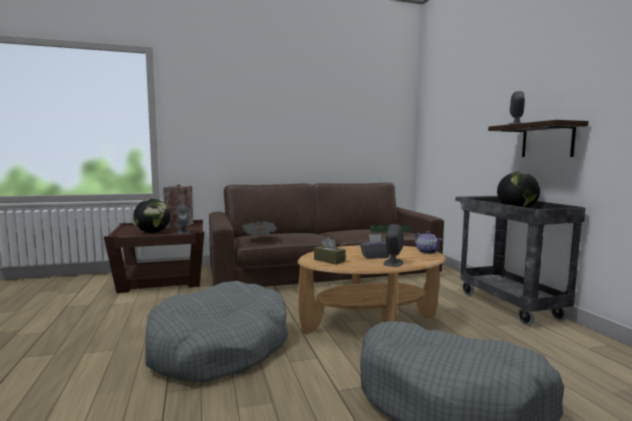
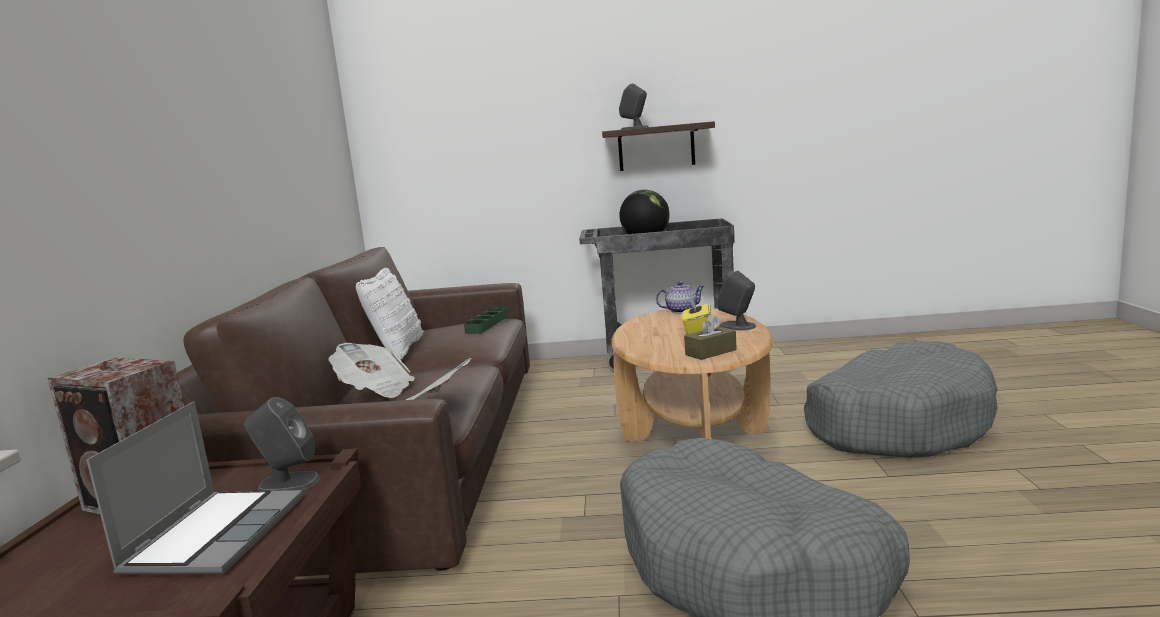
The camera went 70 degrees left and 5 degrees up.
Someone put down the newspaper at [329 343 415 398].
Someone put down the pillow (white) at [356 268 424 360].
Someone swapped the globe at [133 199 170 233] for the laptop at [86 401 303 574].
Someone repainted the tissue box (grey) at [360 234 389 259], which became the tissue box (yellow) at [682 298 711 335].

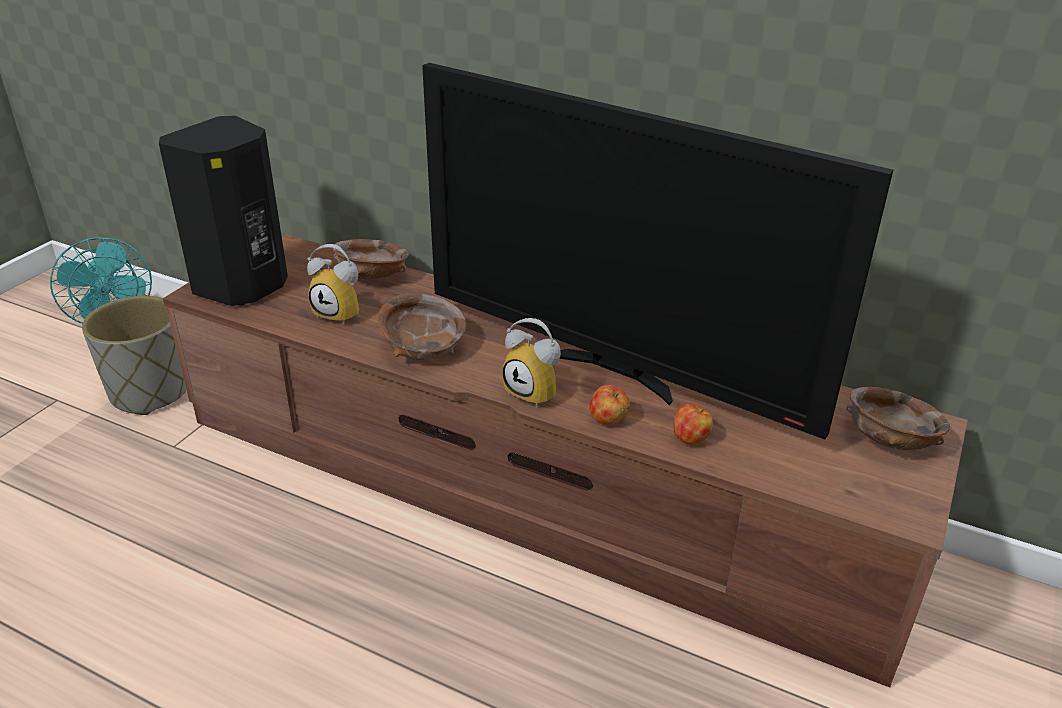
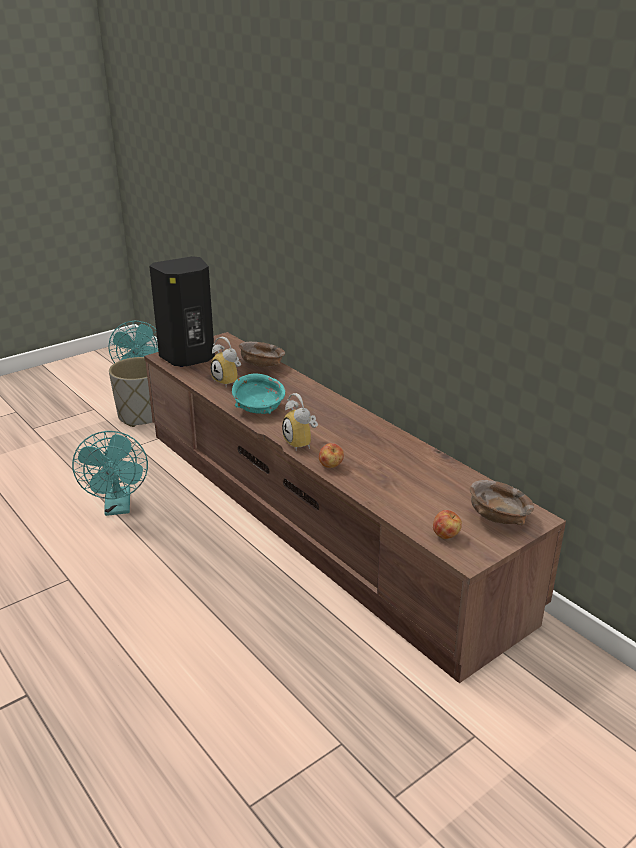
The camera went 25 degrees right and 5 degrees down.
Someone took away the television at [422 63 893 440].
Someone put down the fan (turquoise) at [72 431 148 516].
Someone carried the apple from [673 403 713 445] to [433 510 462 539].
Someone repainted the bowl (brown) at [378 293 466 360], which became the bowl (turquoise) at [232 374 285 414].

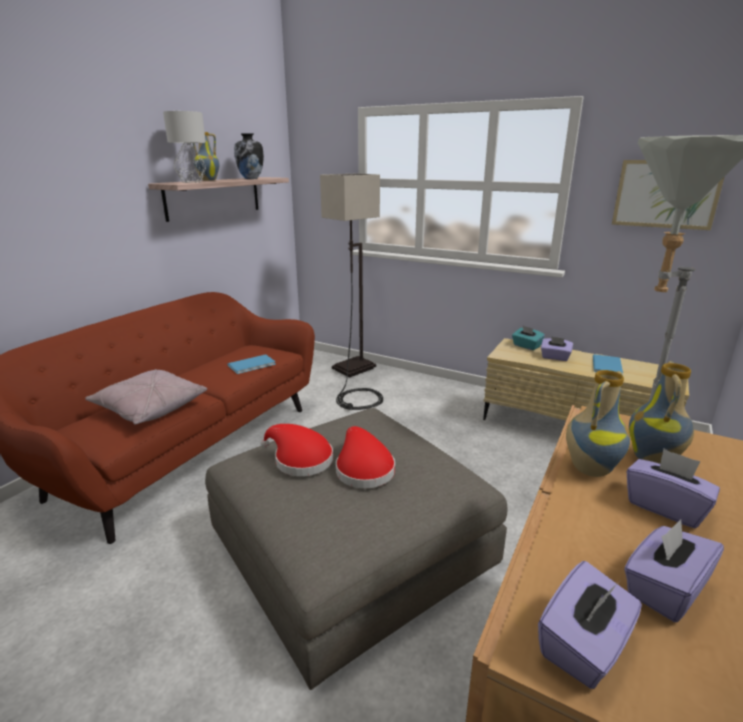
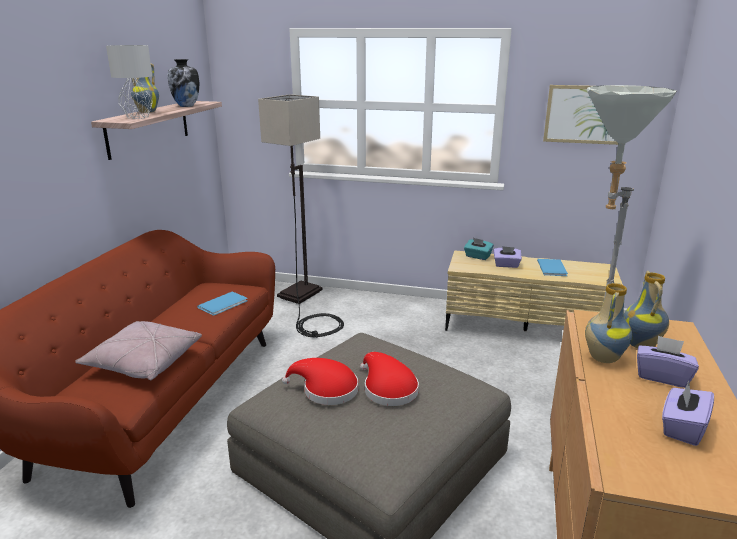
The camera went 15 degrees left and 0 degrees up.
Someone took away the tissue box (purple) at [538 561 642 689].

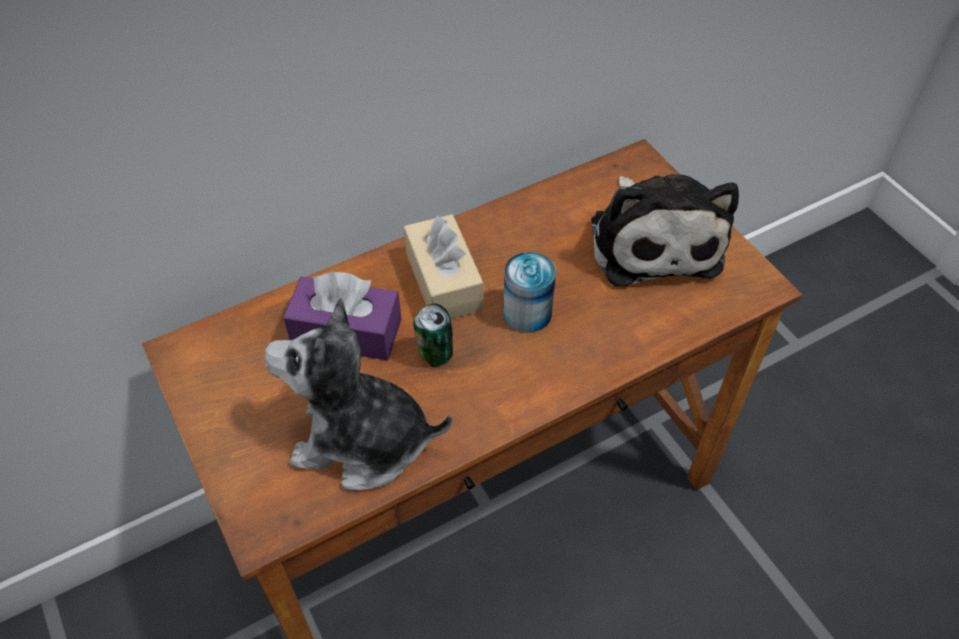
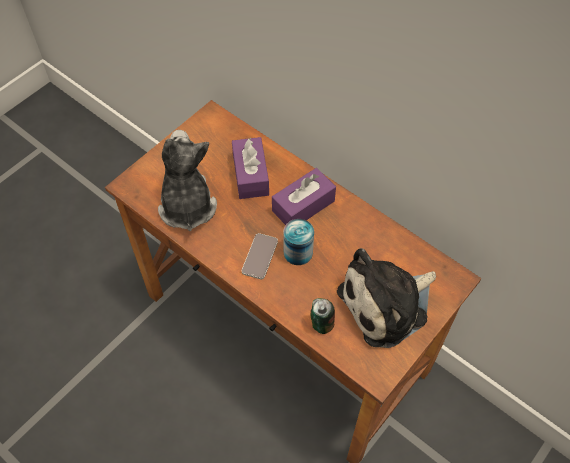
The camera went 70 degrees right and 5 degrees up.
Someone put down the phone at [242 233 278 279].
Someone carried the can from [413 303 453 367] to [311 298 335 334].
Someone repainted the tissue box (beige) at [404 214 484 319], which became the tissue box (purple) at [272 168 336 225].

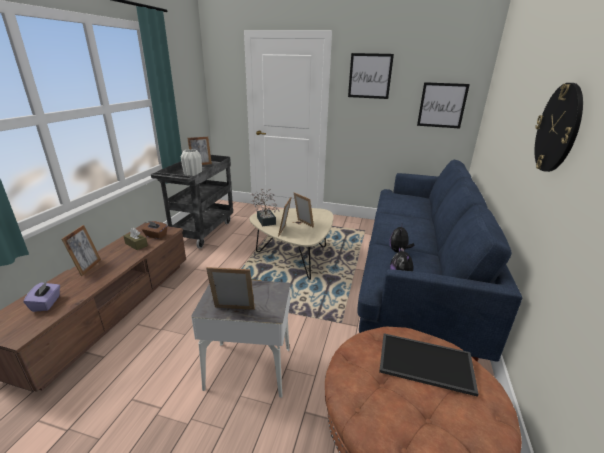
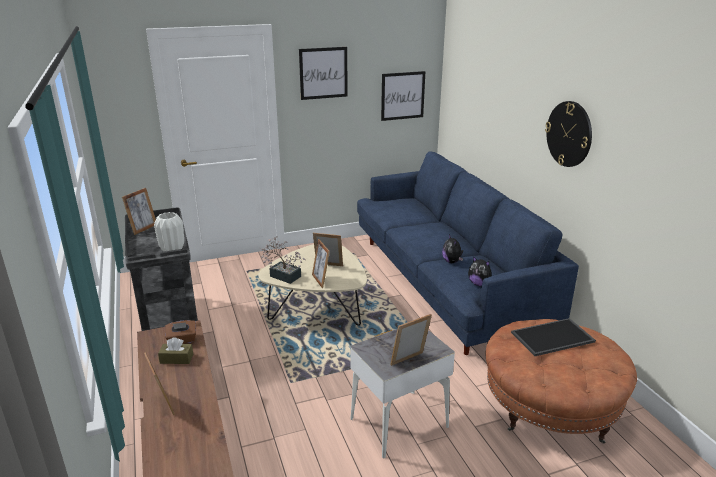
The camera went 35 degrees left and 0 degrees up.
Someone took away the tissue box (purple) at [24 281 60 312].

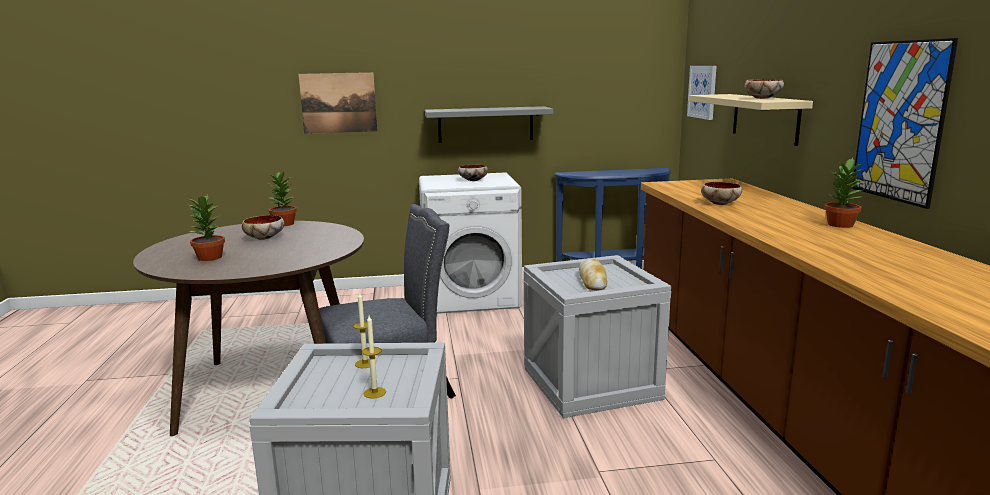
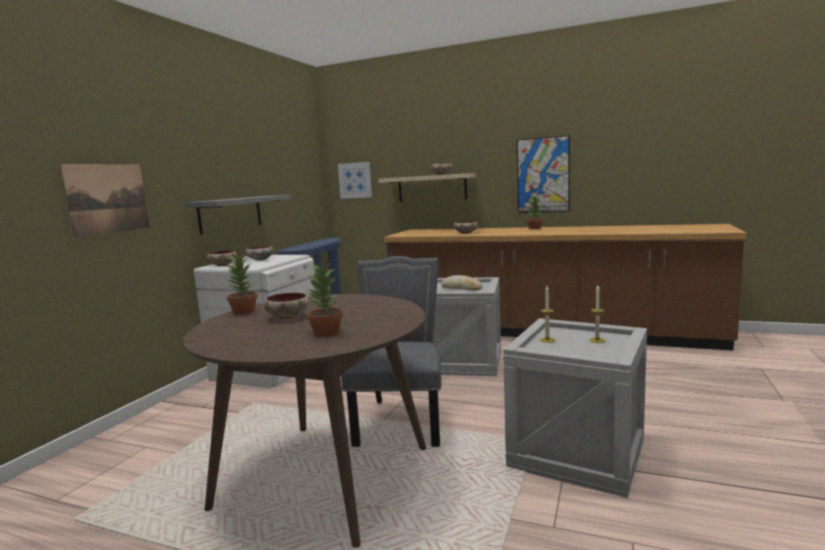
The camera went 60 degrees left and 5 degrees down.
Someone put down the bowl at [207 250 237 266].

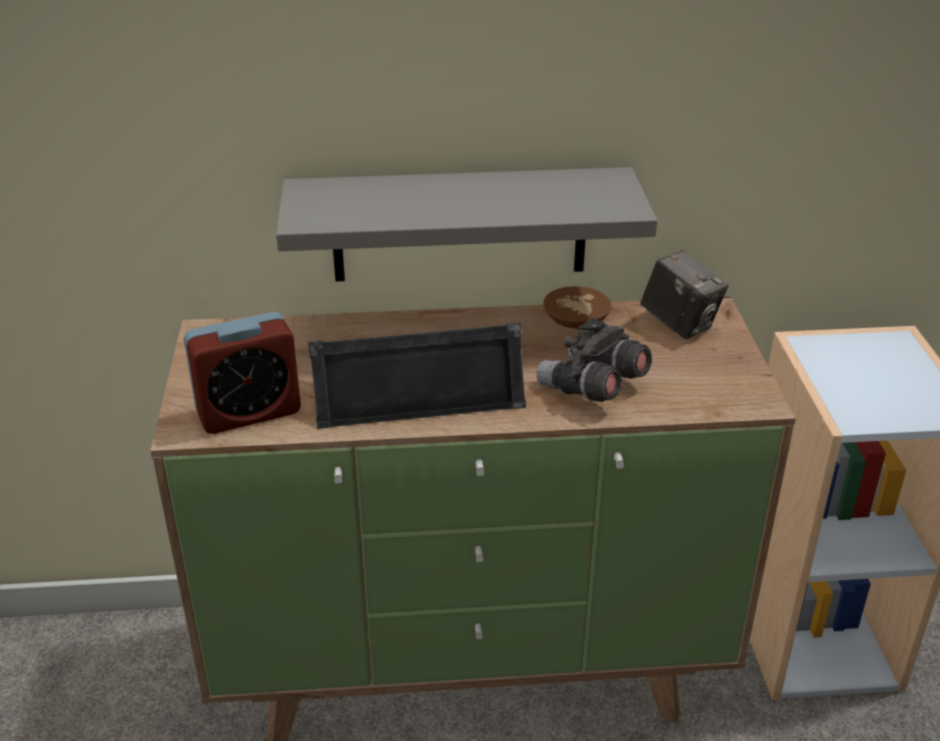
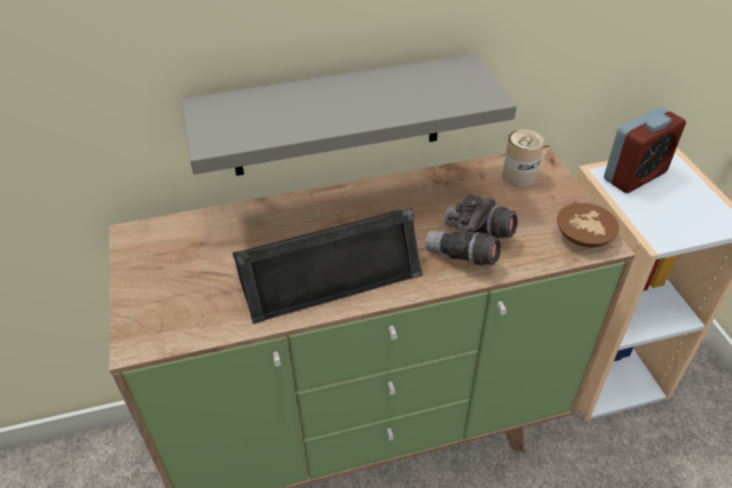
The camera went 10 degrees left and 10 degrees up.
Someone carried the alarm clock from [184 312 301 434] to [604 107 686 193].
Someone carried the bowl (brown) from [543 286 611 329] to [557 203 619 247].
Someone swapped the photo camera at [640 250 728 339] for the can at [502 129 544 187].

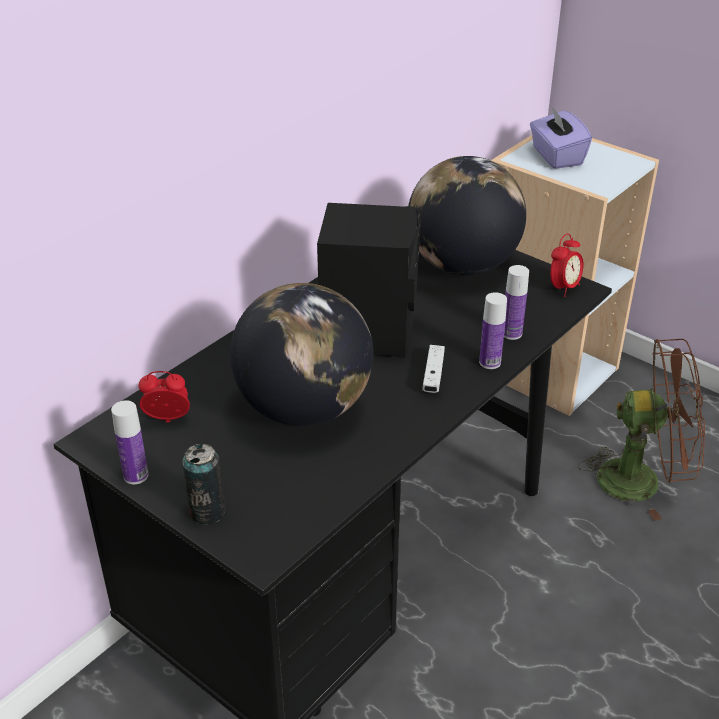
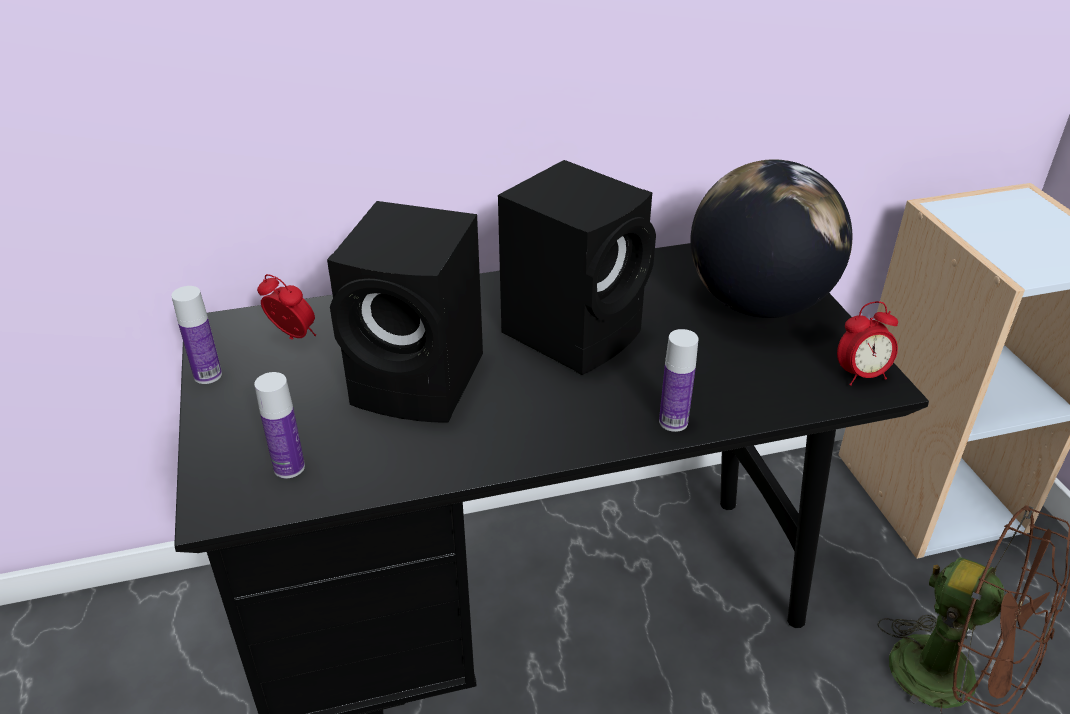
The camera went 35 degrees right and 0 degrees up.
Someone took away the can at [182 444 225 525].
Someone took away the game controller (white) at [422 345 445 393].
Someone took away the tissue box (purple) at [530 107 592 169].
Someone carried the bottle from [504 265 529 340] to [254 372 305 478].
Someone swapped the globe at [230 283 374 426] for the speaker (black) at [327 201 483 423].

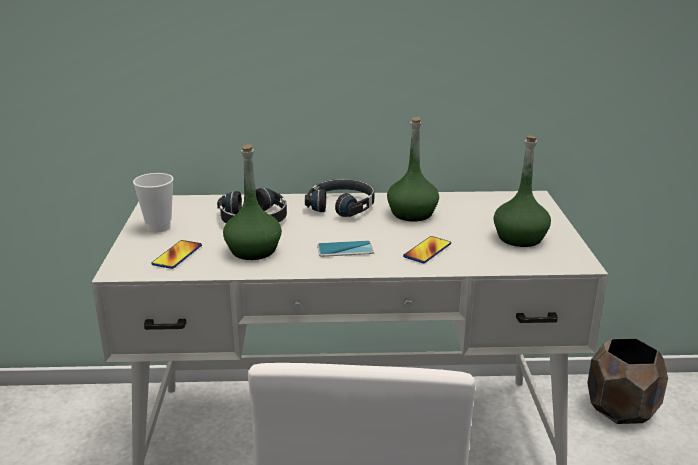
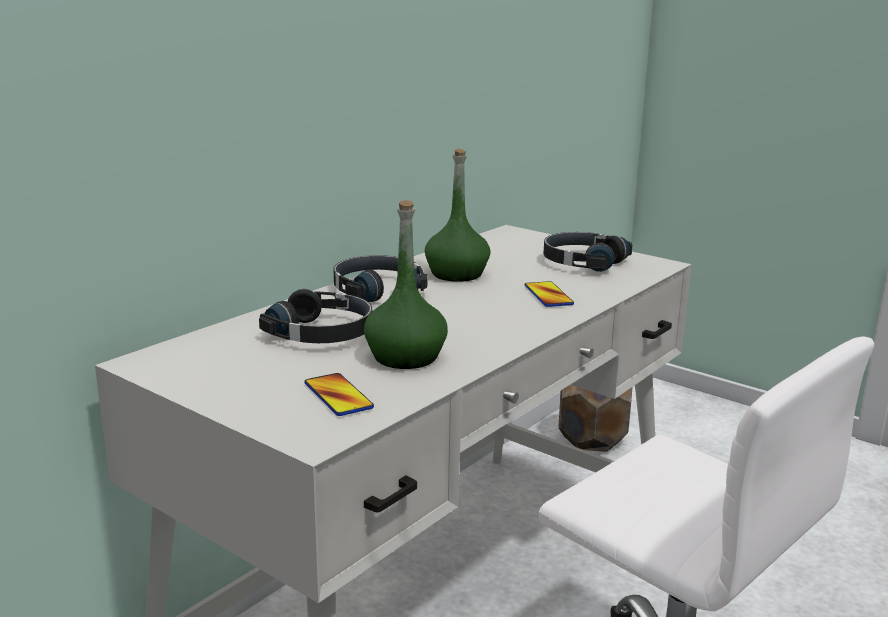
The camera went 50 degrees left and 5 degrees down.
Someone took away the cup at [133 173 174 232].
Someone took away the phone at [317 241 374 257].
Someone swapped the bottle (green) at [493 136 551 247] for the headphones (black) at [543 232 633 272].

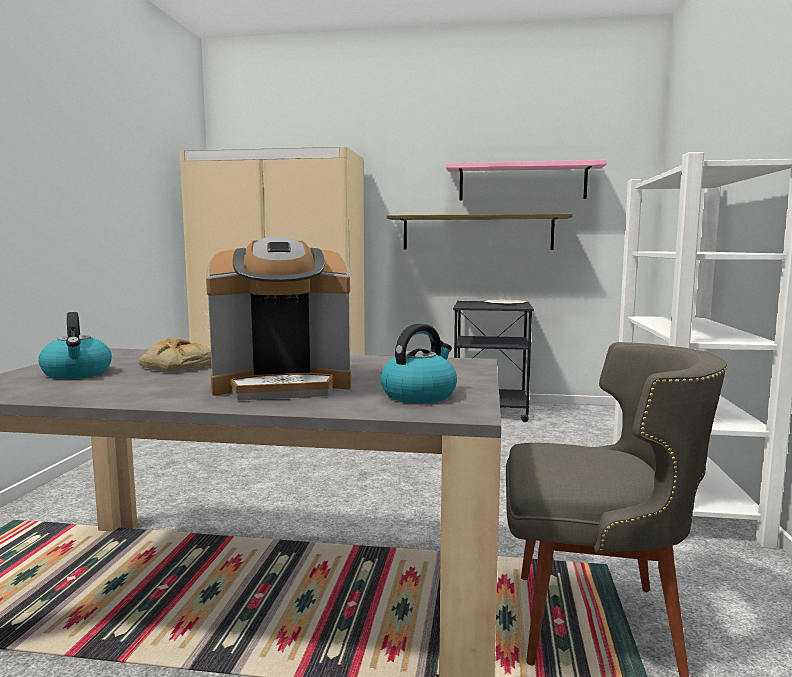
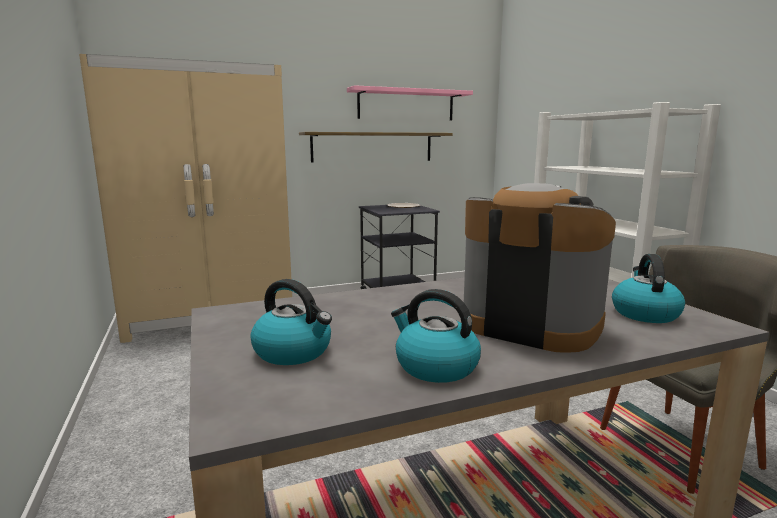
The camera went 30 degrees left and 5 degrees up.
Someone took away the bread at [139 338 211 373].
Someone put down the kettle at [391 289 481 383].
Someone rotated the coffee machine at [206 237 351 400] by 105 degrees counterclockwise.

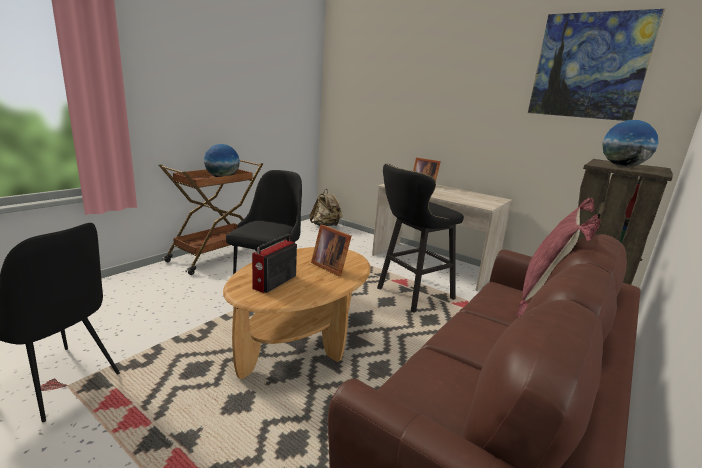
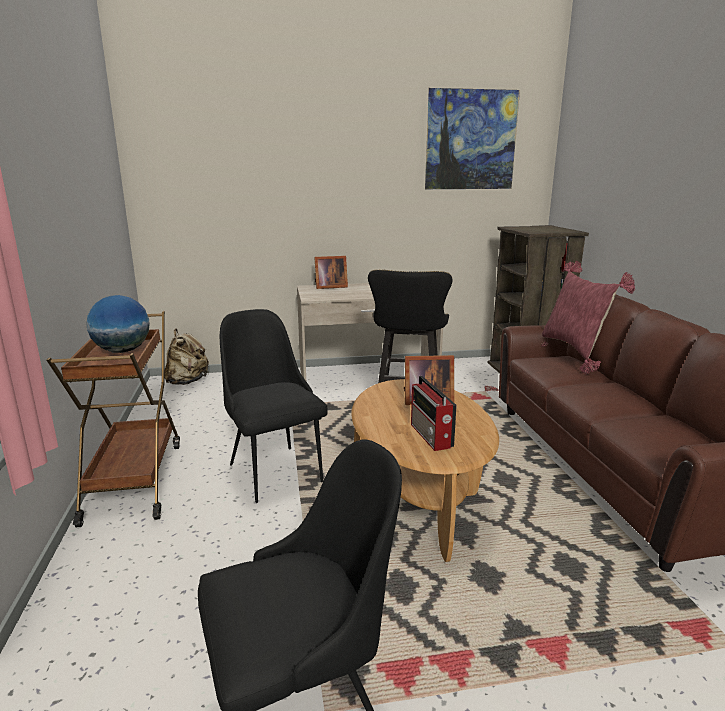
The camera went 45 degrees left and 0 degrees up.
Someone took away the globe at [602 120 658 167].

